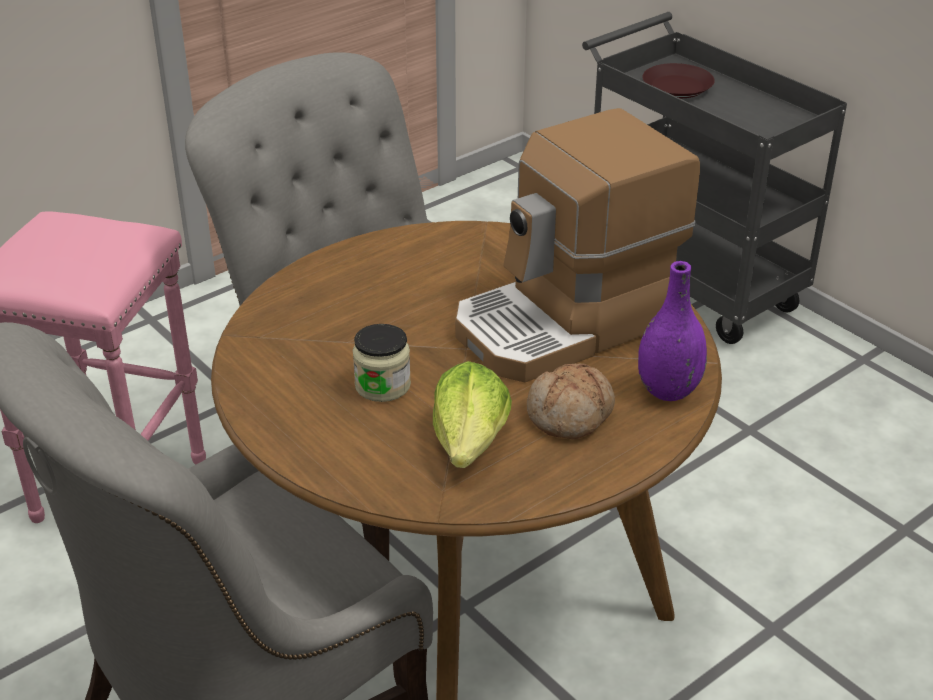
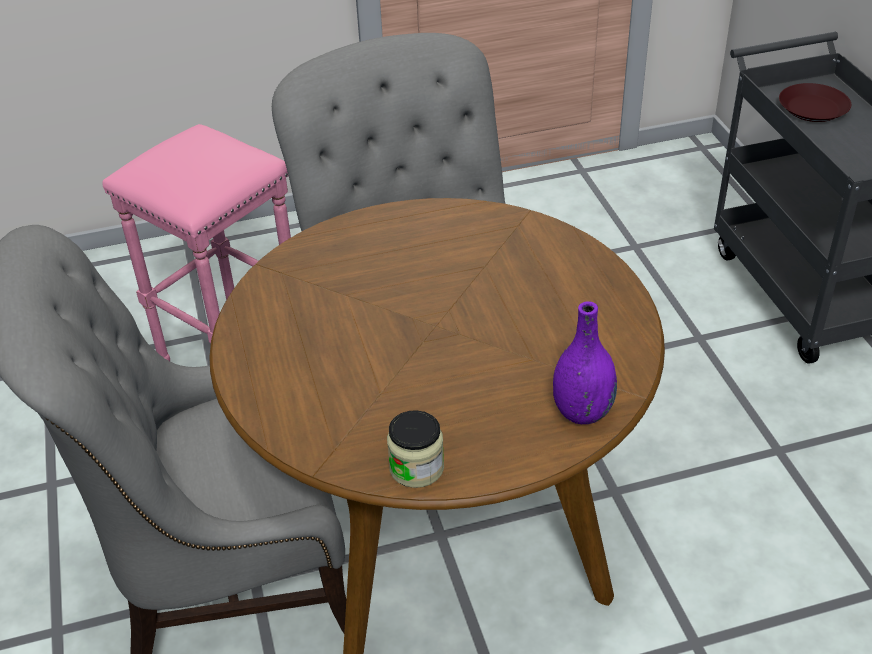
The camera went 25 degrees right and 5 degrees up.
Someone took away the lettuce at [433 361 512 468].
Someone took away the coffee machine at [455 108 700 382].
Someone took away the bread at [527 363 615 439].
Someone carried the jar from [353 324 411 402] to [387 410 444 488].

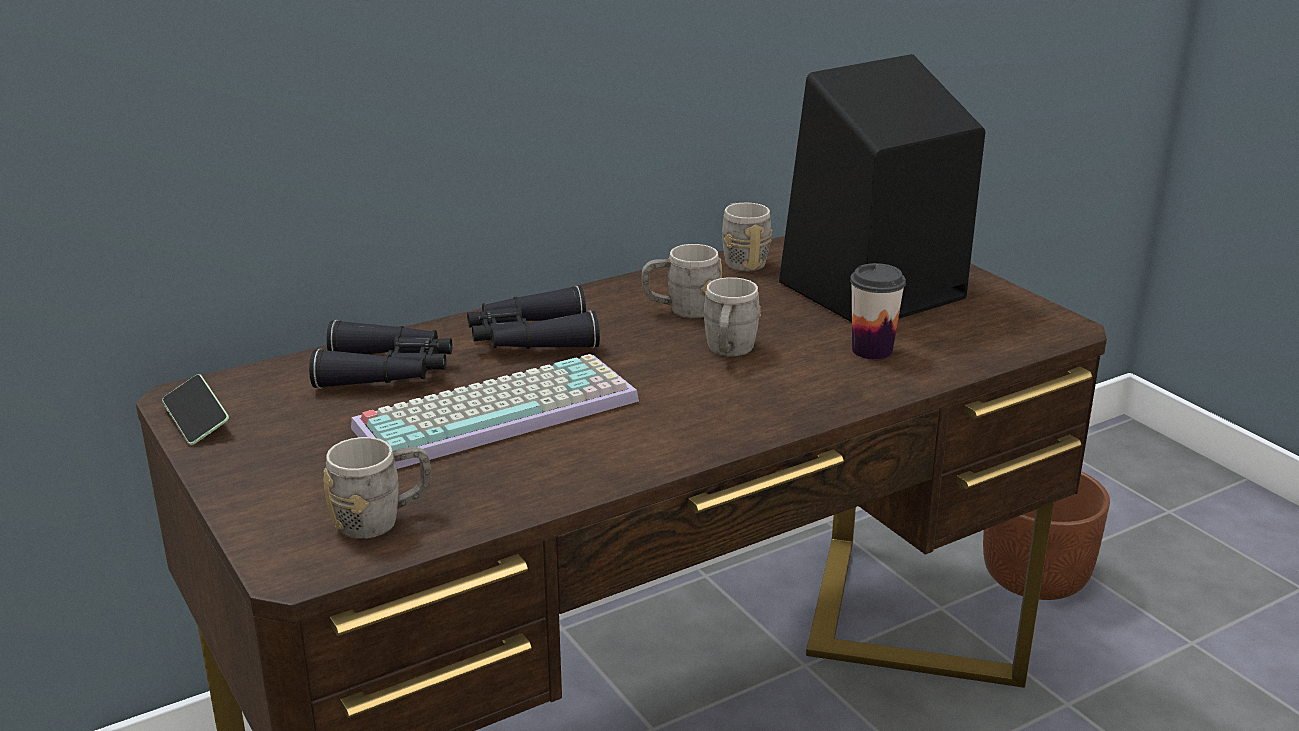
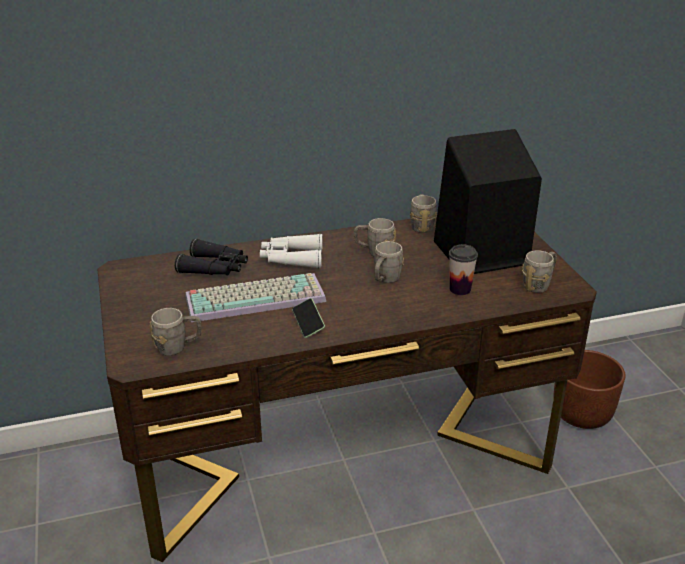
The camera went 15 degrees right and 5 degrees up.
Someone put down the mug (grey) at [522 250 557 293].
Someone carried the phone from [162 374 229 445] to [292 298 325 338].
Someone repainted the binoculars (black) at [467 286 600 349], which became the binoculars (white) at [260 234 322 269].

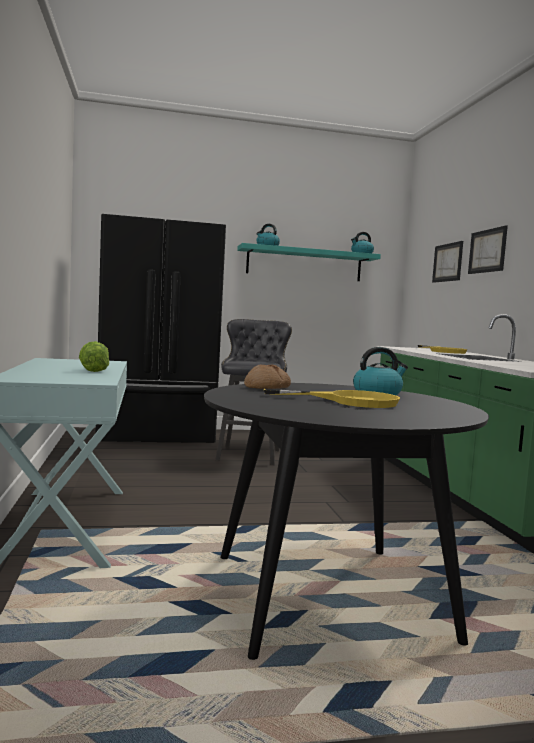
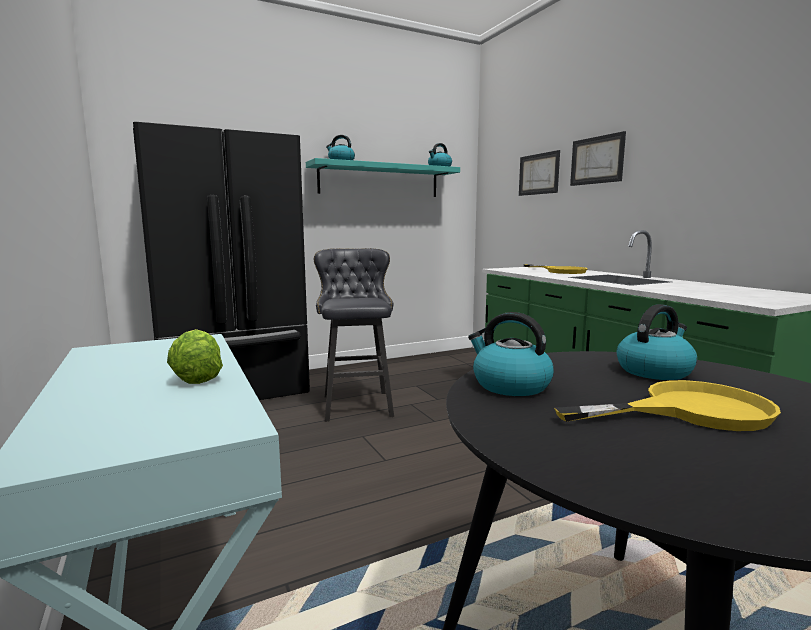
The camera went 15 degrees left and 5 degrees up.
Someone swapped the bread at [244 364 291 389] for the kettle at [468 312 554 396].

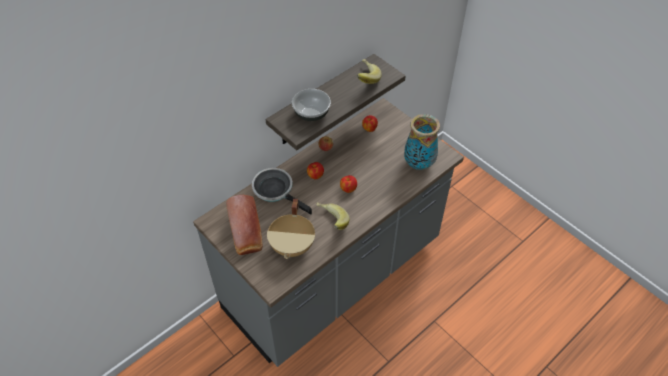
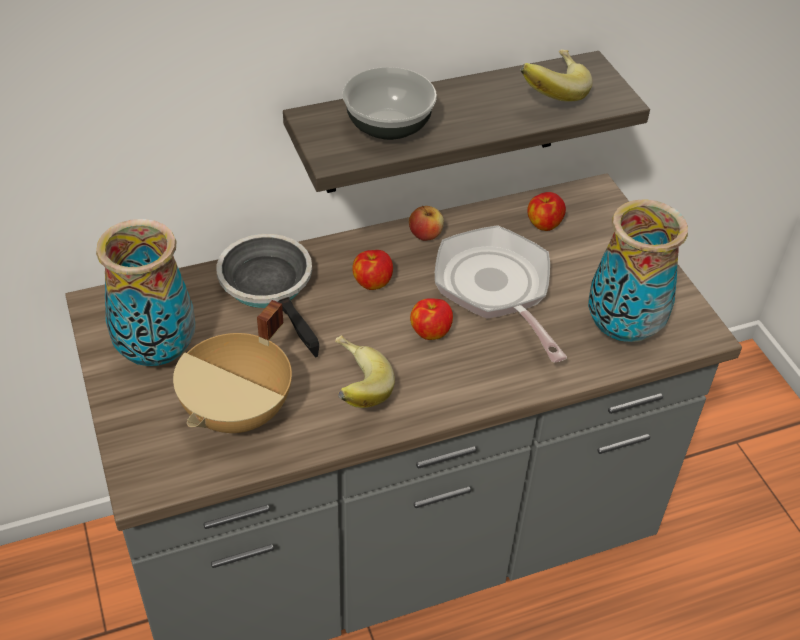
The camera went 20 degrees right and 5 degrees down.
Someone put down the frying pan at [435 225 567 362].
Someone swapped the bread at [226 195 263 255] for the vase at [96 219 195 366].

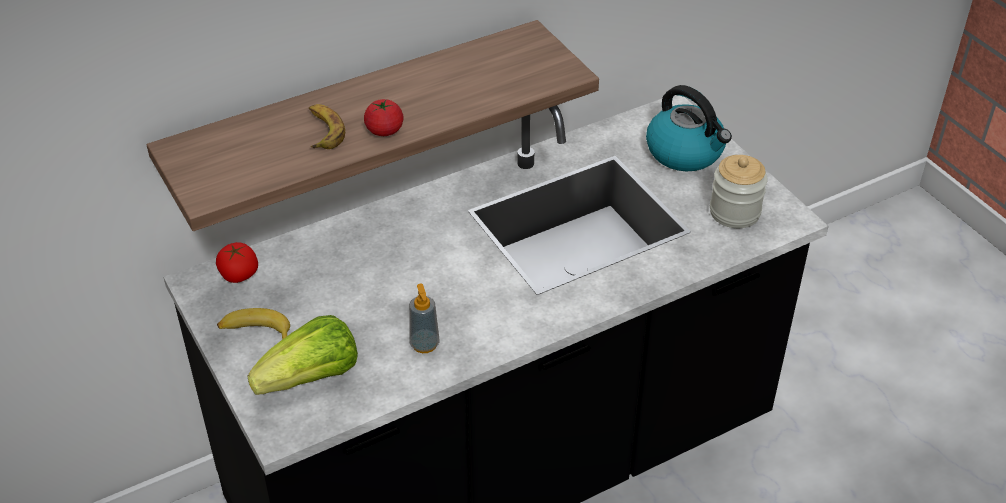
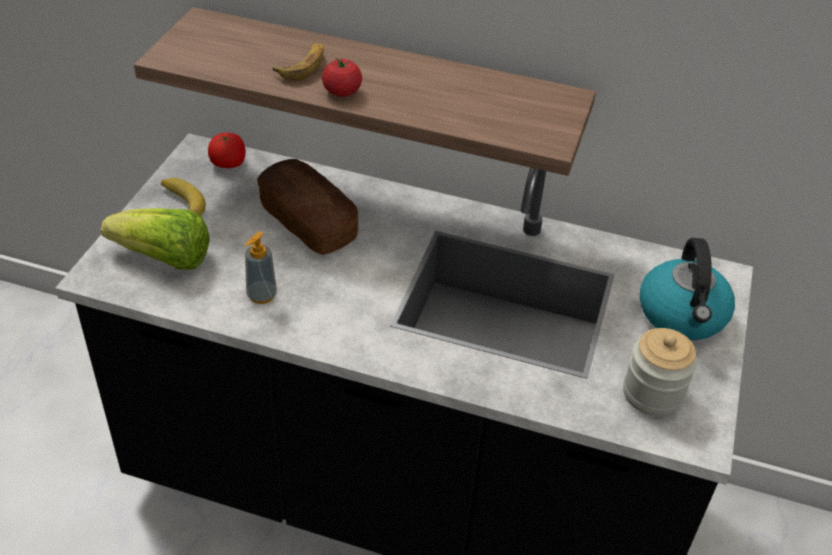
The camera went 45 degrees right and 0 degrees up.
Someone put down the bread at [257 159 358 255].

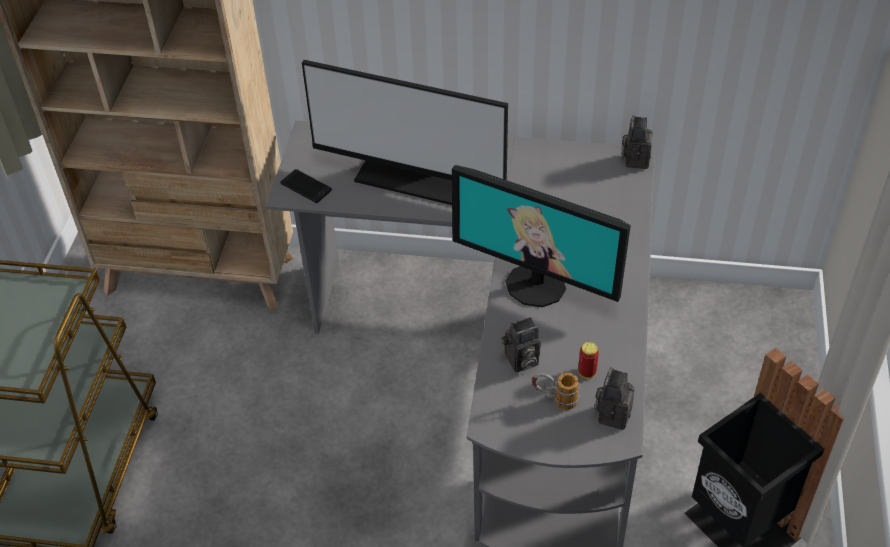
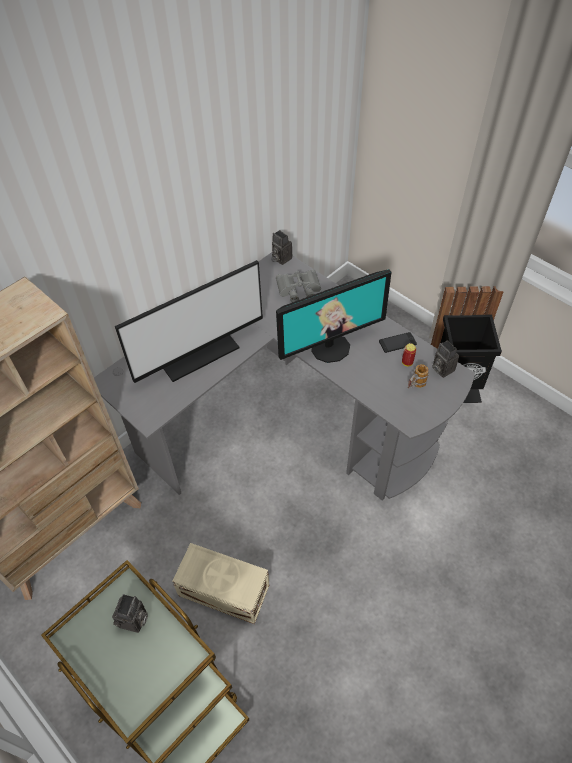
The camera went 55 degrees left and 5 degrees up.
Someone put down the storage box (beige) at [172 543 269 624].
Someone put down the binoculars (grey) at [276 269 321 302].
Someone carried the phone from [280 169 332 203] to [379 332 417 353].
Someone carried the photo camera from [501 317 541 372] to [112 594 148 633].

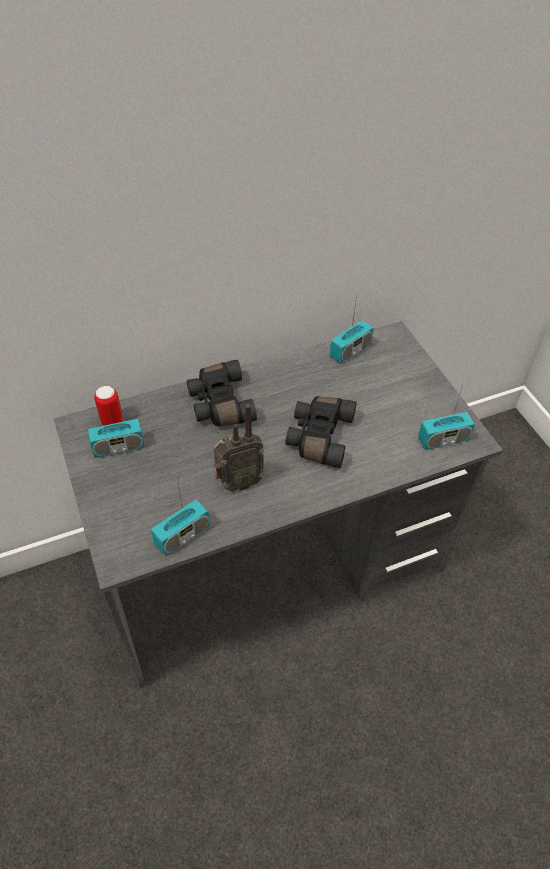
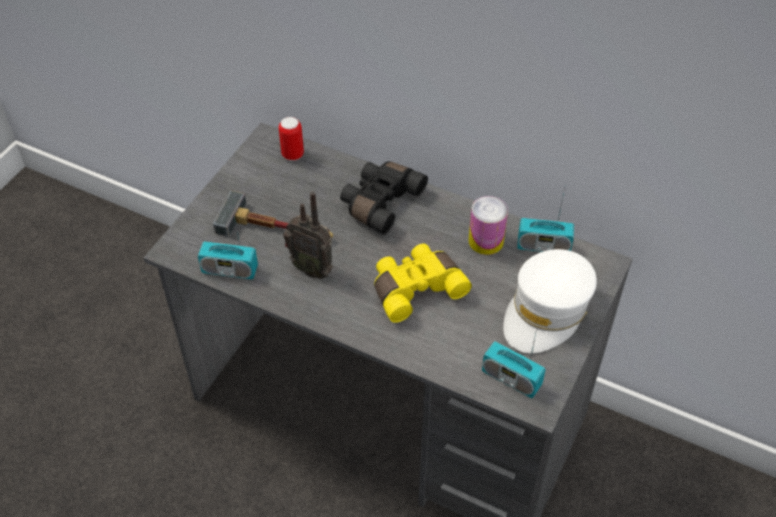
The camera went 50 degrees right and 0 degrees up.
Someone took away the radio at [88 389 145 458].
Someone put down the hammer at [213 190 333 238].
Someone put down the can at [468 196 508 255].
Someone put down the cap (white) at [503 249 597 353].
Someone repainted the binoculars (black) at [285 396 357 468], which became the binoculars (yellow) at [374 244 472 323].

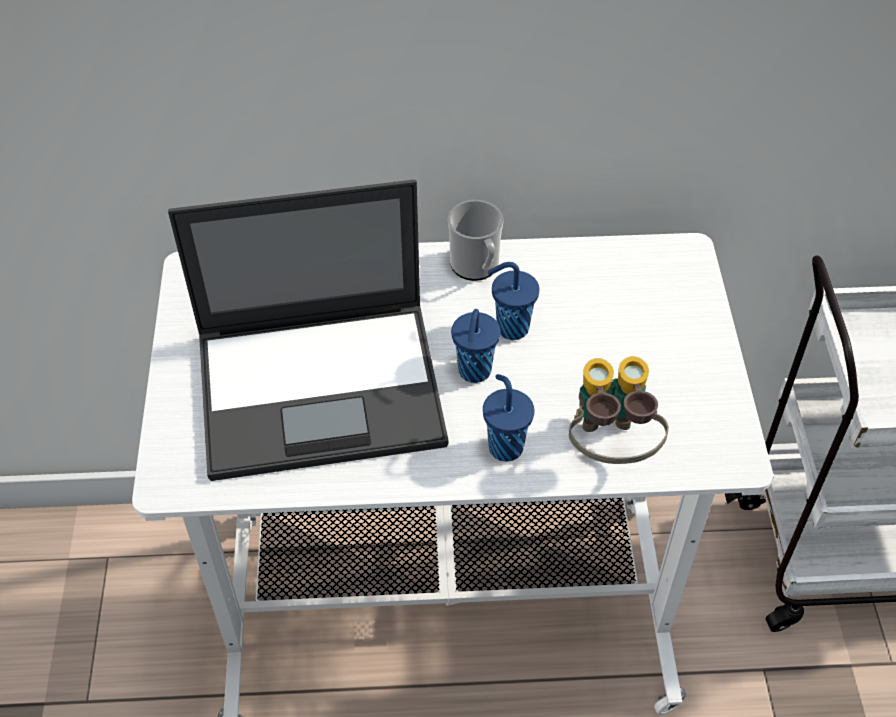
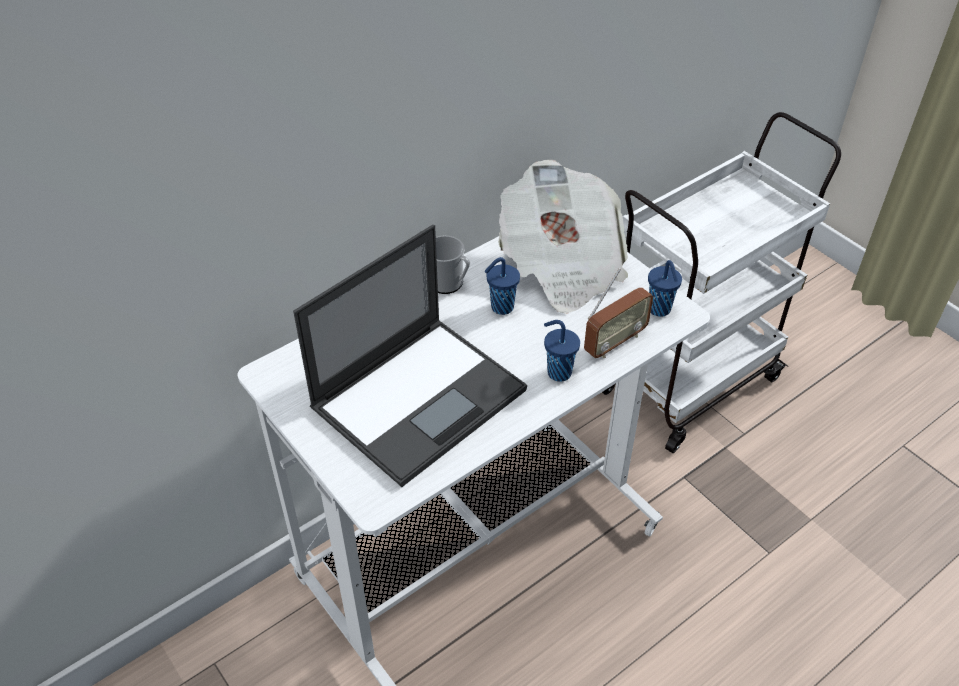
The camera went 35 degrees left and 5 degrees down.
Someone put down the newspaper at [498 160 628 314].
Someone carried the cup (blue) from [451 309 501 383] to [648 260 682 317].
Someone swapped the binoculars at [569 356 669 464] for the radio at [584 269 653 358].

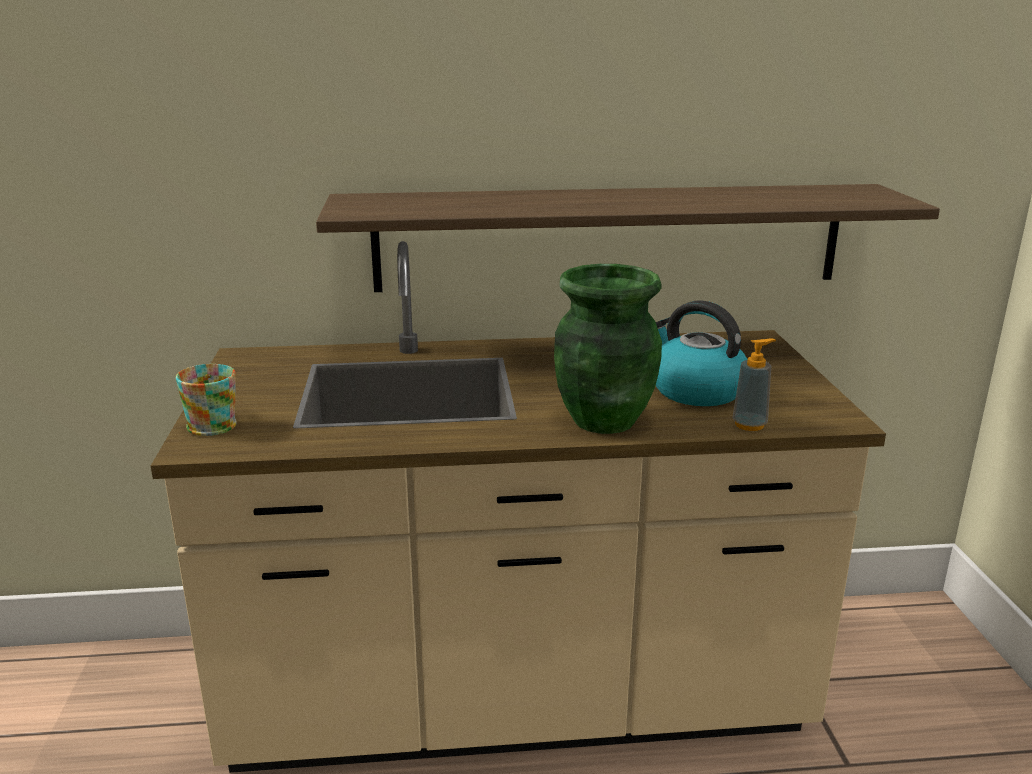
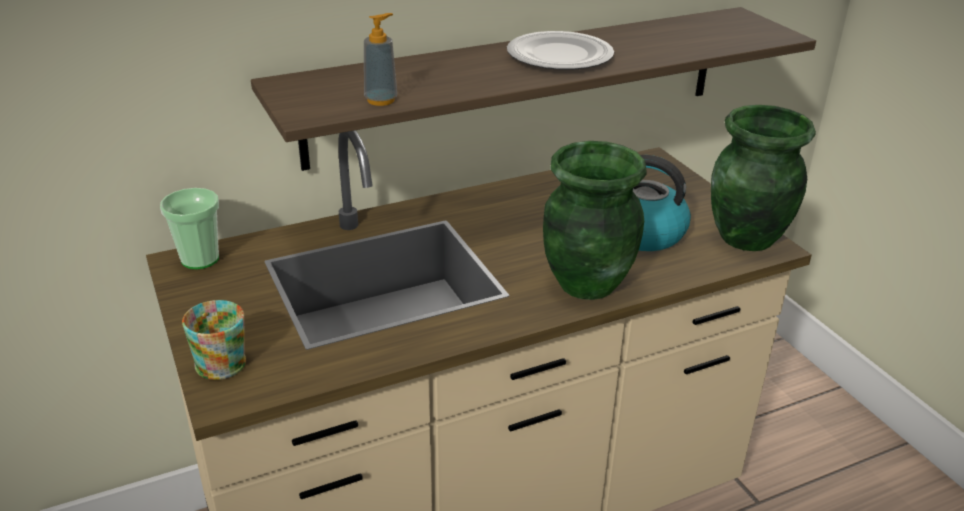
The camera went 20 degrees left and 10 degrees up.
Someone put down the cup at [160 188 219 269].
Someone put down the plate at [507 31 614 70].
Someone put down the vase (green) at [711 105 816 251].
Someone carried the soap dispenser from [732 339 776 431] to [364 13 397 106].

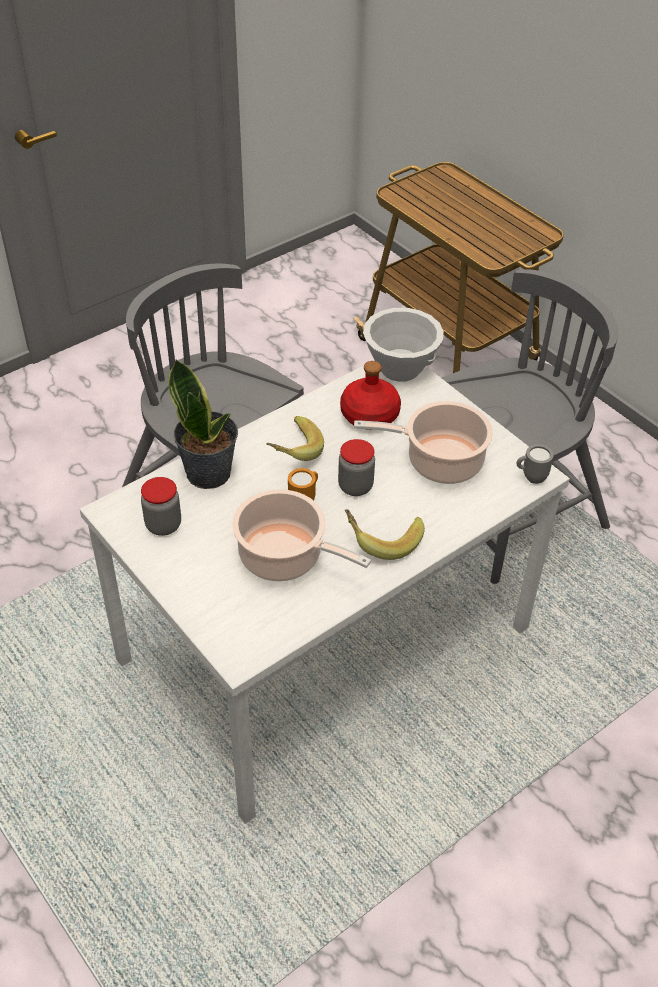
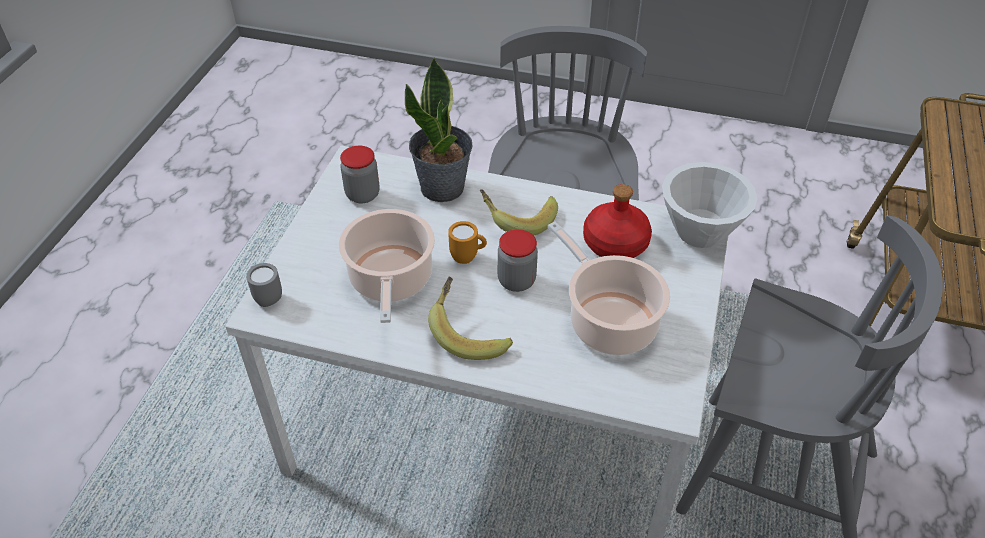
The camera went 55 degrees right and 0 degrees up.
Someone carried the mug (grey) from [516 444 554 484] to [246 263 282 307].

